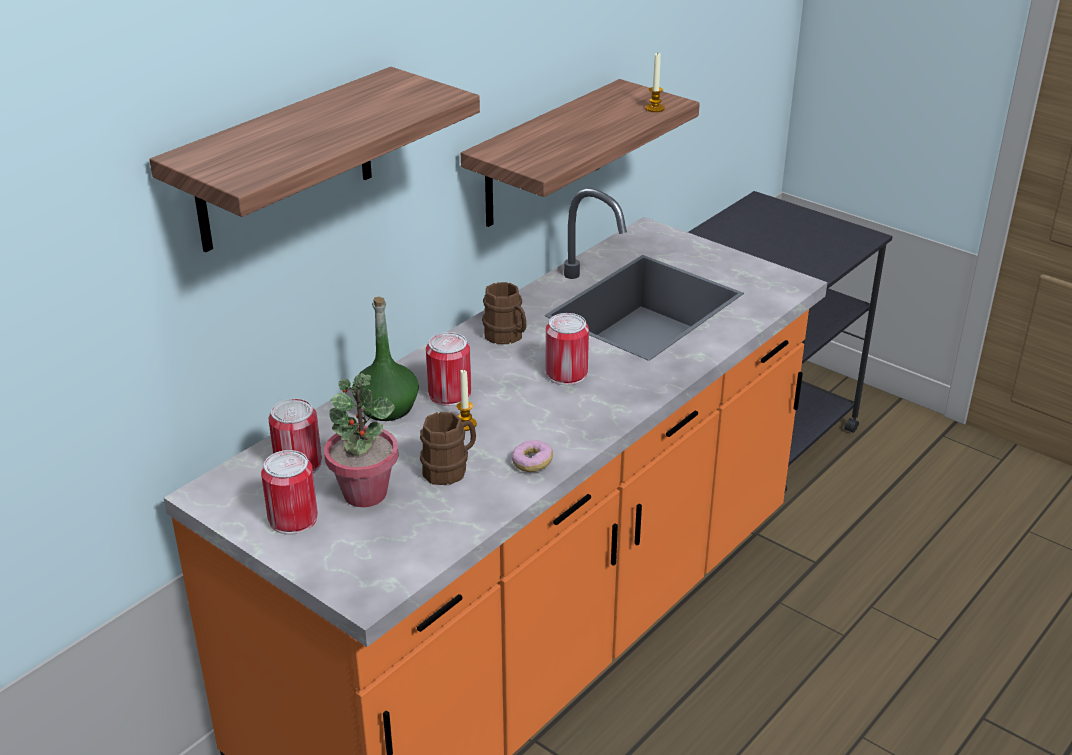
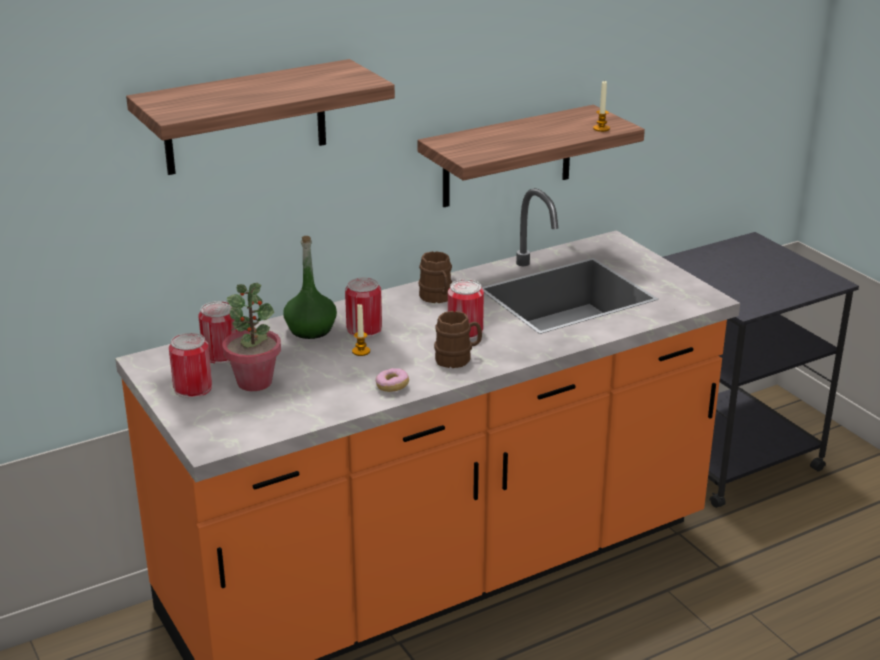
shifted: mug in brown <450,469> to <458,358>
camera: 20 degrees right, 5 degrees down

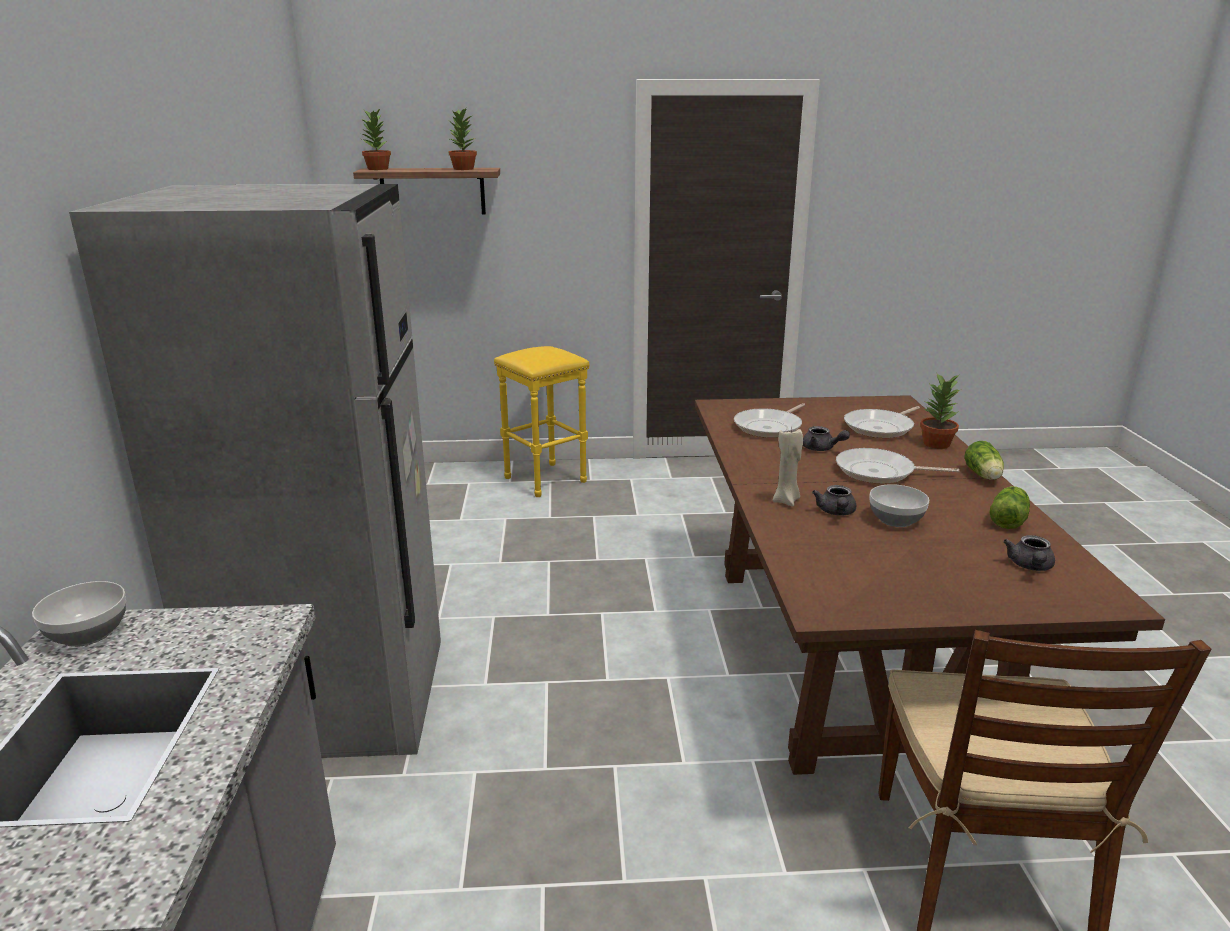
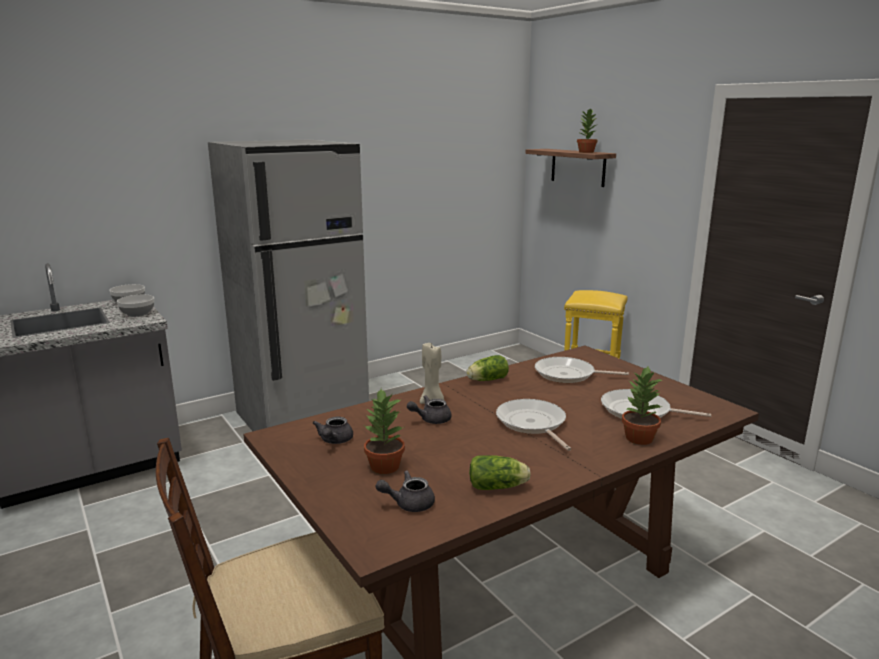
shifted: potted plant <378,169> to <384,467>; teapot in grey <821,449> to <334,441>; lettuce <983,476> to <486,380>; bowl <895,520> to <137,314>
camera: 60 degrees right, 5 degrees down

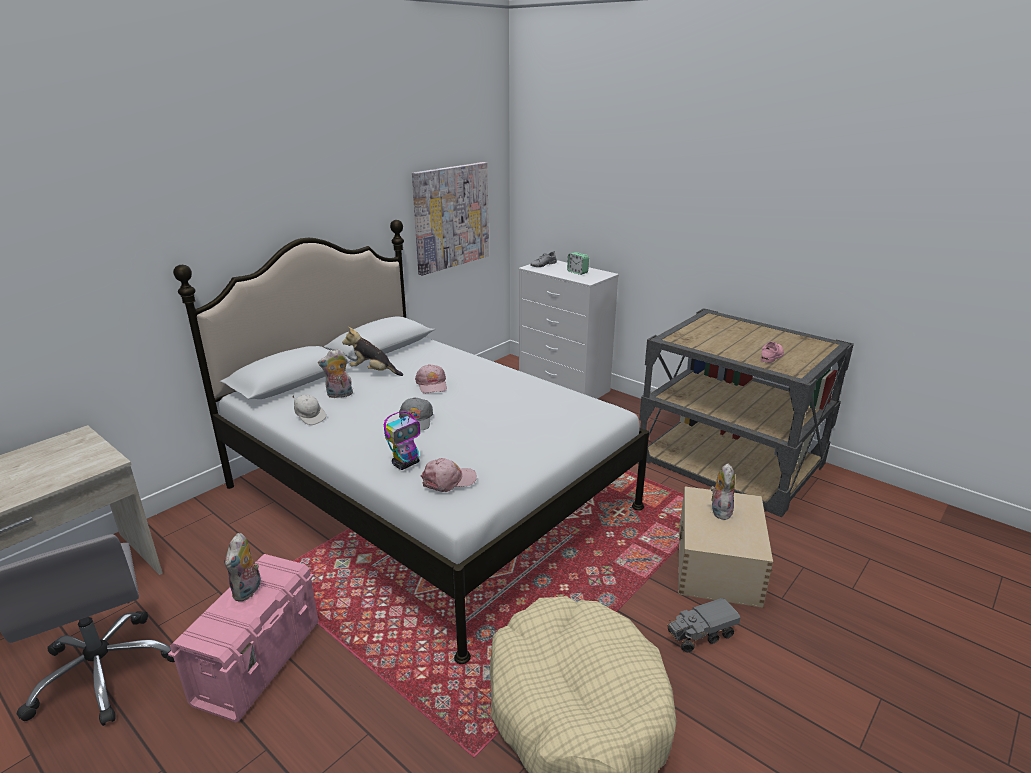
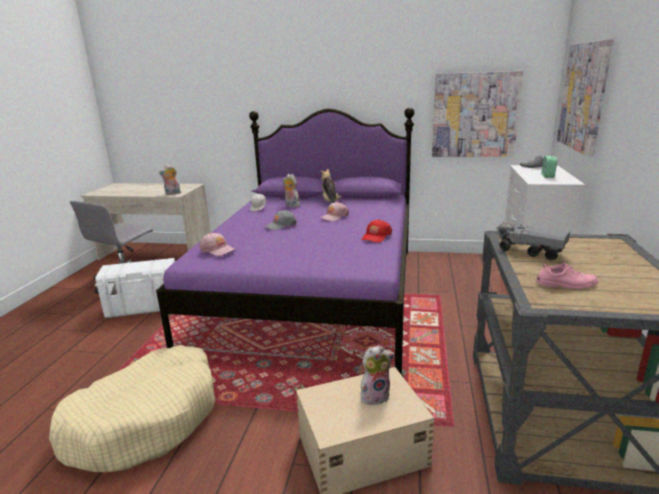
gone: toy robot <406,463>
new: picture <584,96>; cap in red <376,236>
shifted: plush toy <248,591> to <172,193>; toy truck <700,635> to <530,251>
repainted: bed in white <429,497> to bed in purple <313,295>; storage box in pink <259,662> to storage box in white <145,307>
camera: 60 degrees right, 5 degrees down

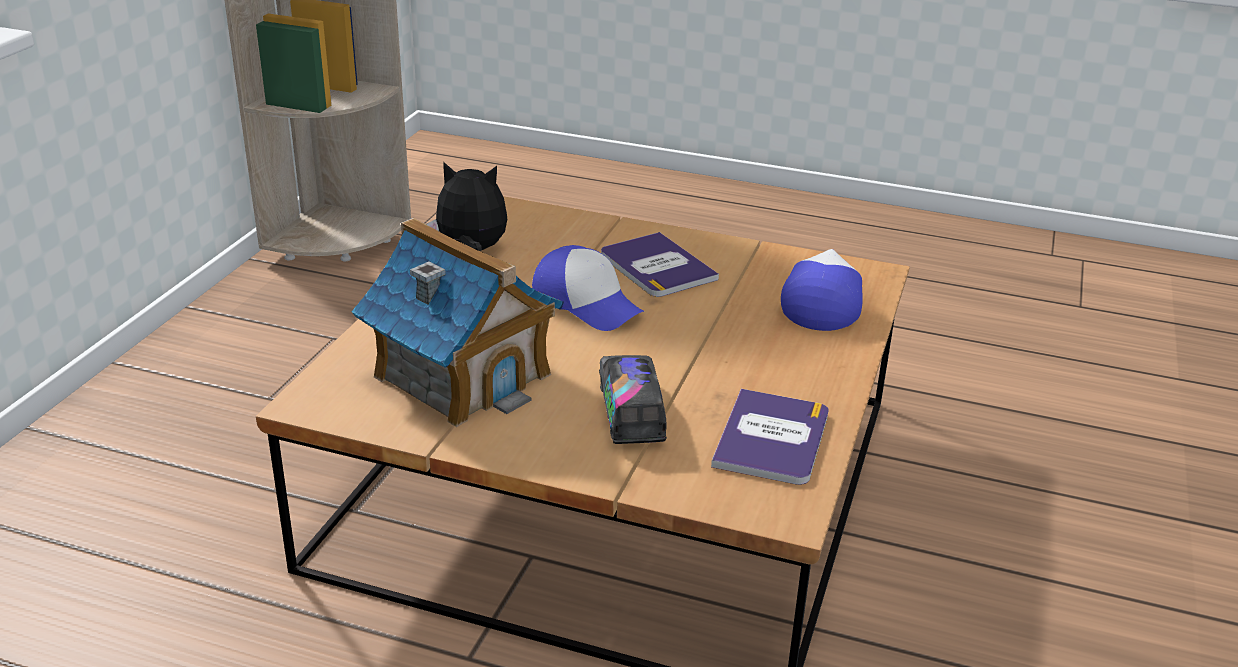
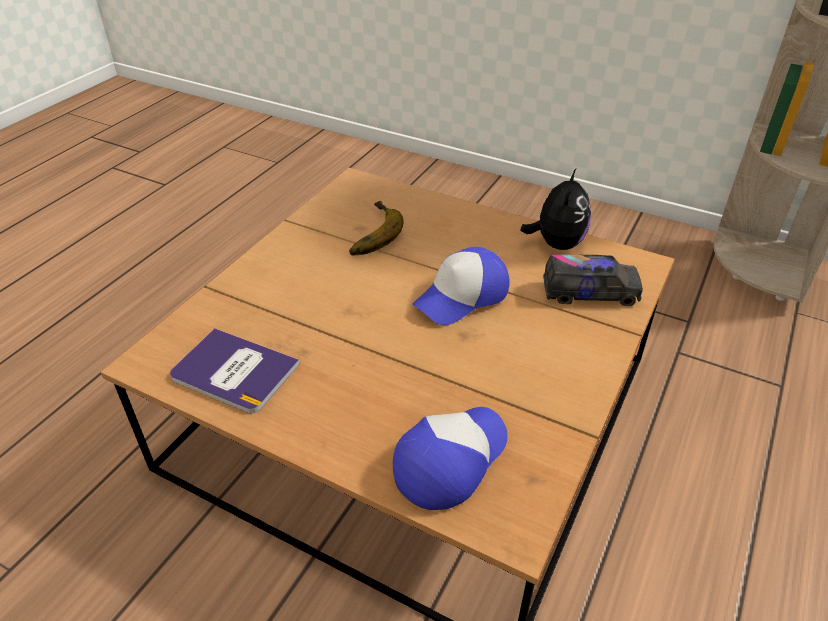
gone: book <657,267>
shifted: toy truck <631,412> to <589,293>
swapped: toy house <462,375> to banana <369,234>
rotated: cap <822,301> = <450,459> 75 degrees counterclockwise
camera: 100 degrees right, 10 degrees up

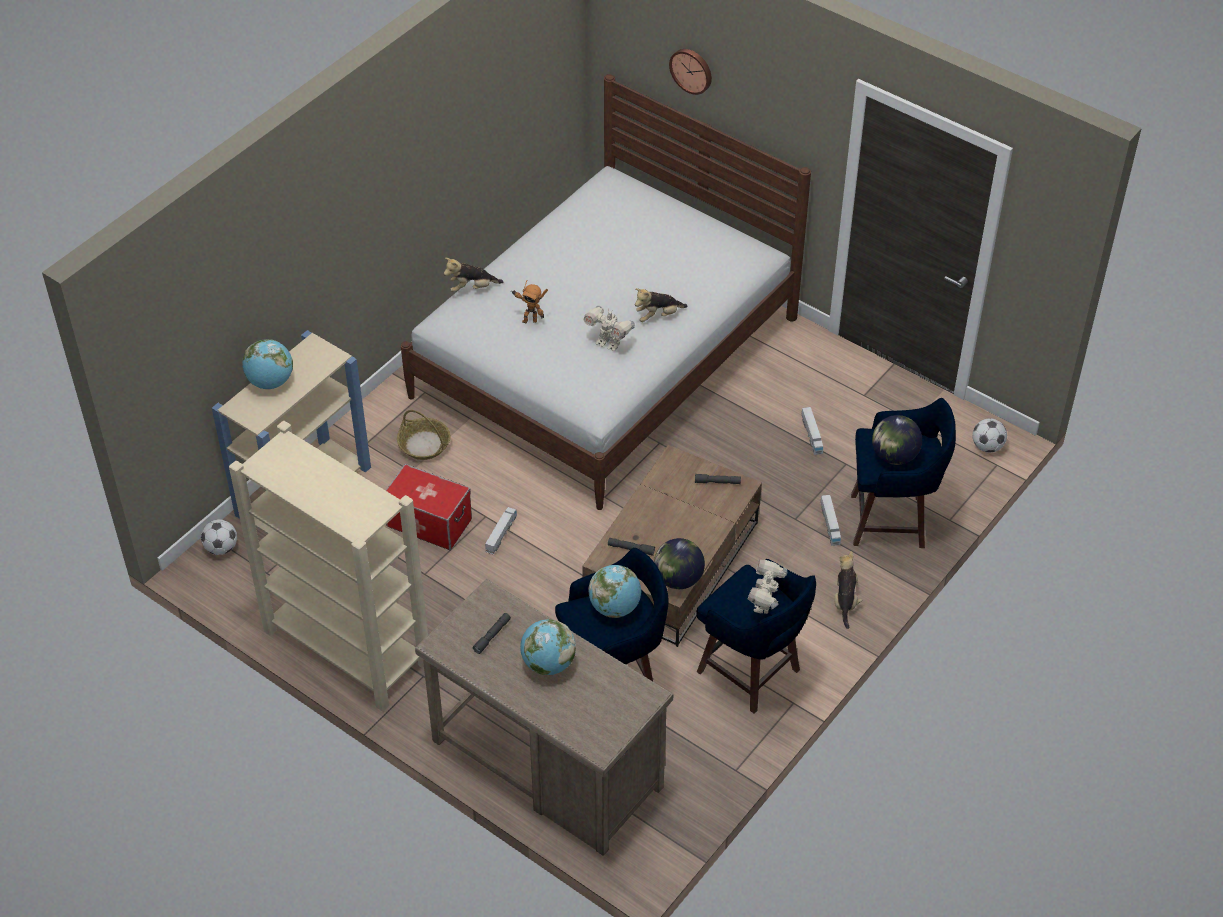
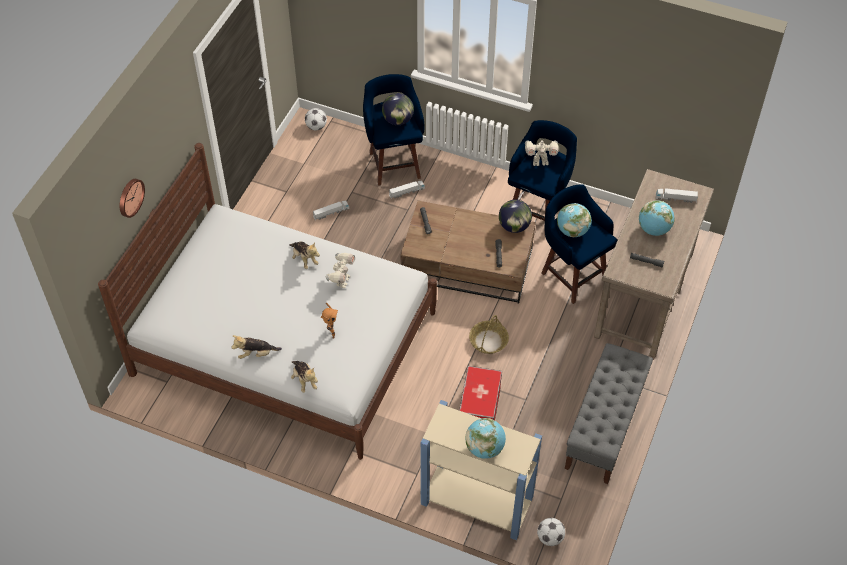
shifted: basket <424,444> to <488,341>; toy truck <501,534> to <675,198>; plush toy <845,601> to <256,354>
swapped: bookcase in beige <346,647> to bench in grey <604,427>
camera: 105 degrees left, 5 degrees up

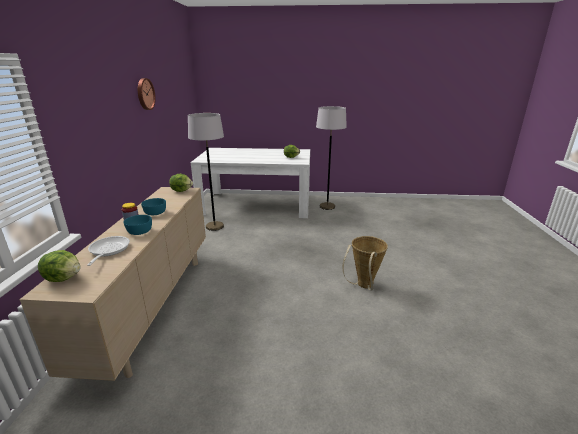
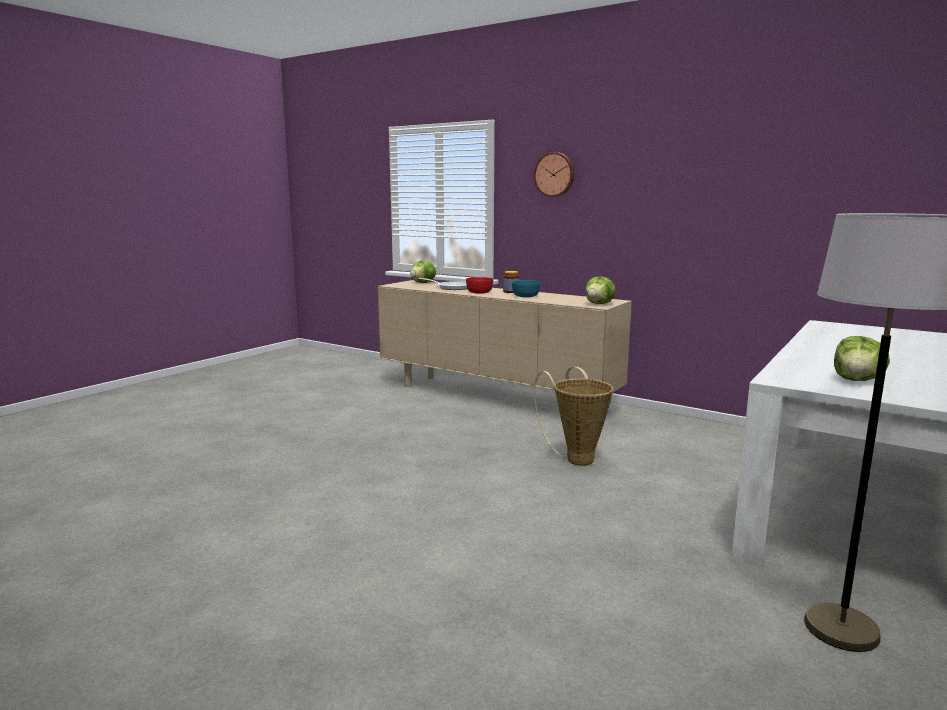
gone: floor lamp in grey <214,226>
shifted: wall clock <145,94> to <554,174>; basket <363,286> to <576,458>
repainted: bowl in turquoise <140,231> to bowl in red <479,292>
camera: 120 degrees right, 10 degrees down

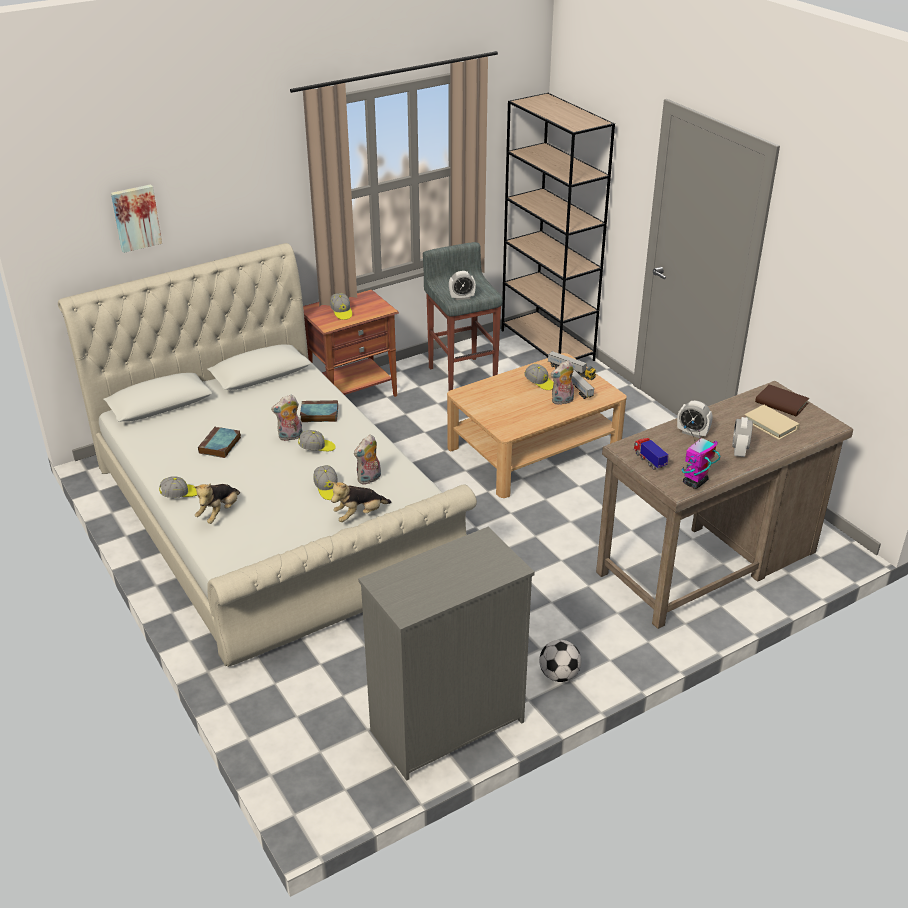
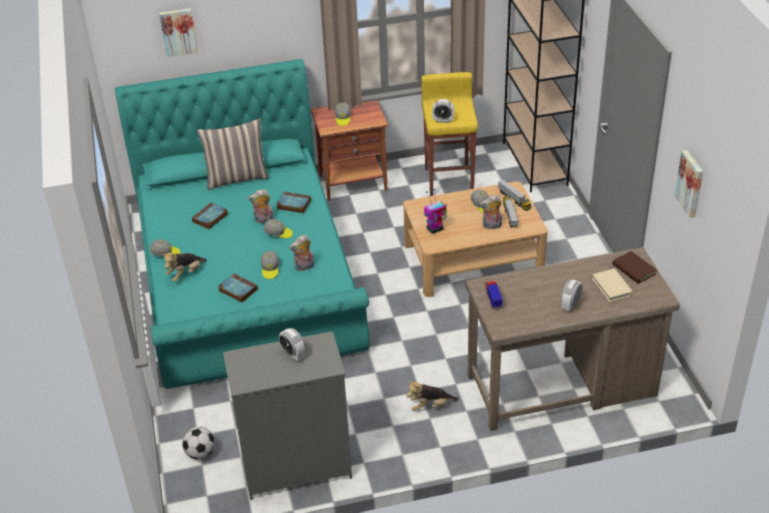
new: pillow <237,178>; picture <691,183>; book <237,290>
shifted: alarm clock <692,433> to <293,354>; toy robot <695,482> to <434,229>; plush toy <359,515> to <430,406>; football <559,675> to <200,453>
repainted: stool in grey <463,375> to stool in yellow <449,180>; bed in beige <271,515> to bed in turquoise <246,276>
camera: 20 degrees right, 5 degrees up

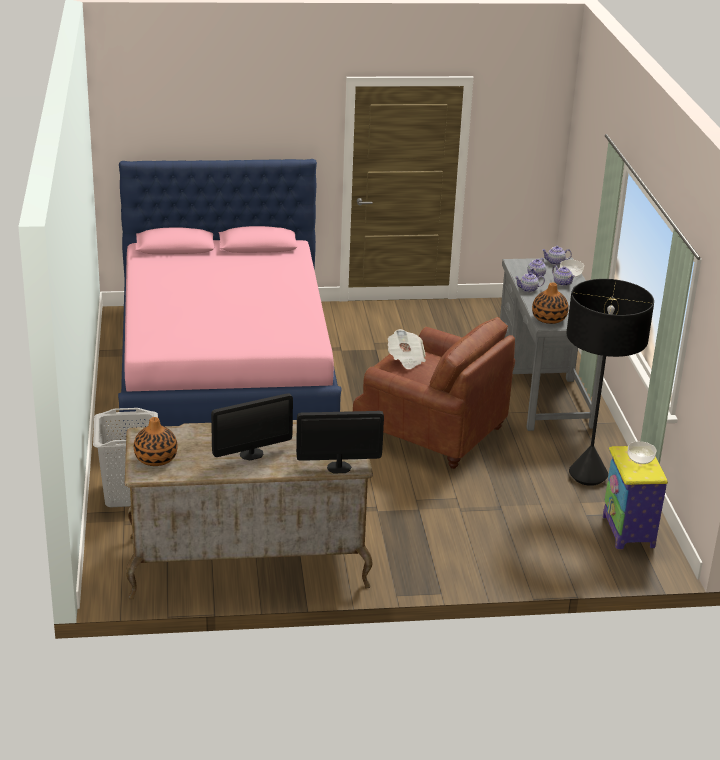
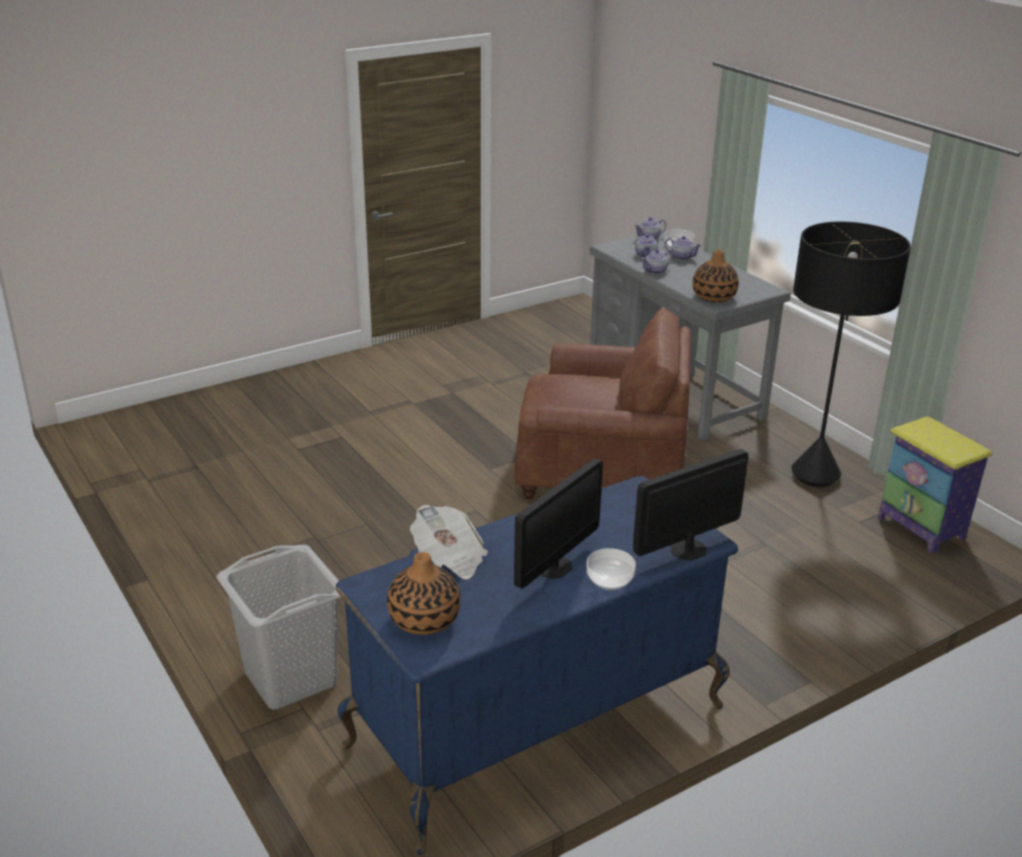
gone: bed in pink <225,368>
shifted: newspaper <406,359> to <449,558>; bowl <640,458> to <609,579>
repainted: dresser in beige <248,561> to dresser in blue <536,724>
camera: 25 degrees left, 0 degrees up

